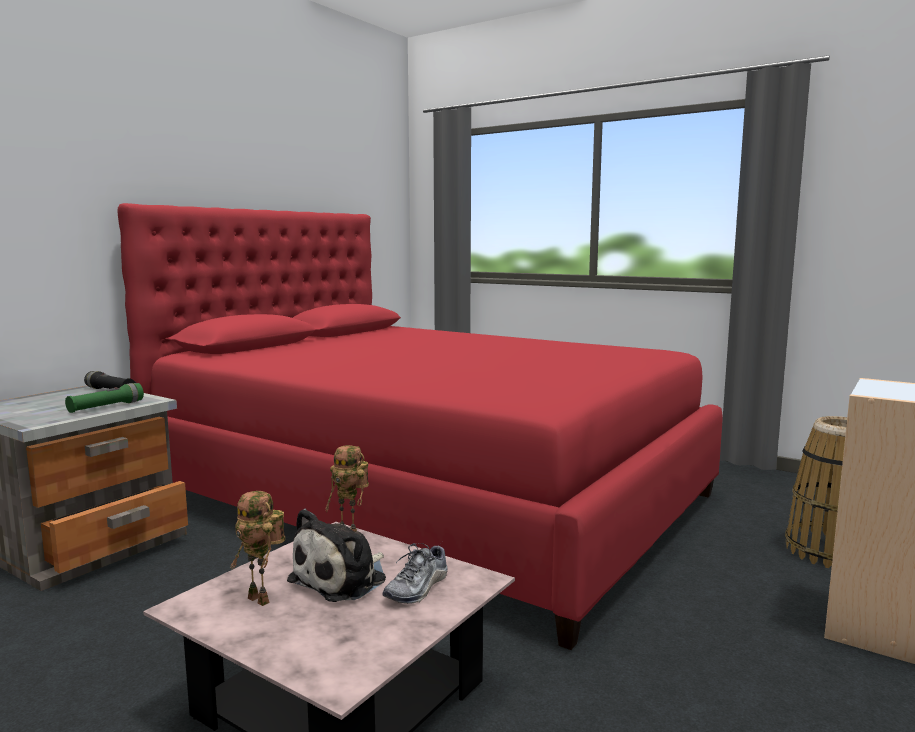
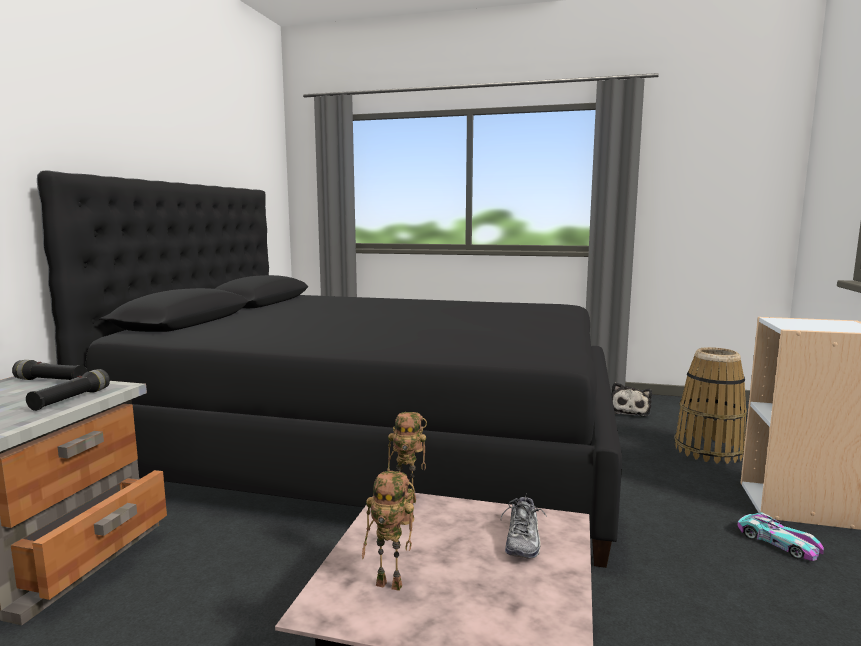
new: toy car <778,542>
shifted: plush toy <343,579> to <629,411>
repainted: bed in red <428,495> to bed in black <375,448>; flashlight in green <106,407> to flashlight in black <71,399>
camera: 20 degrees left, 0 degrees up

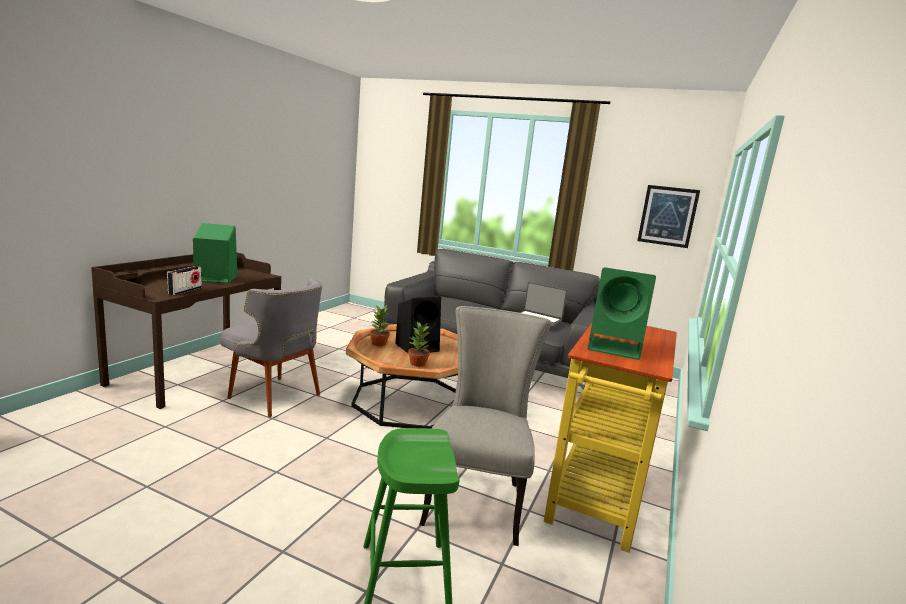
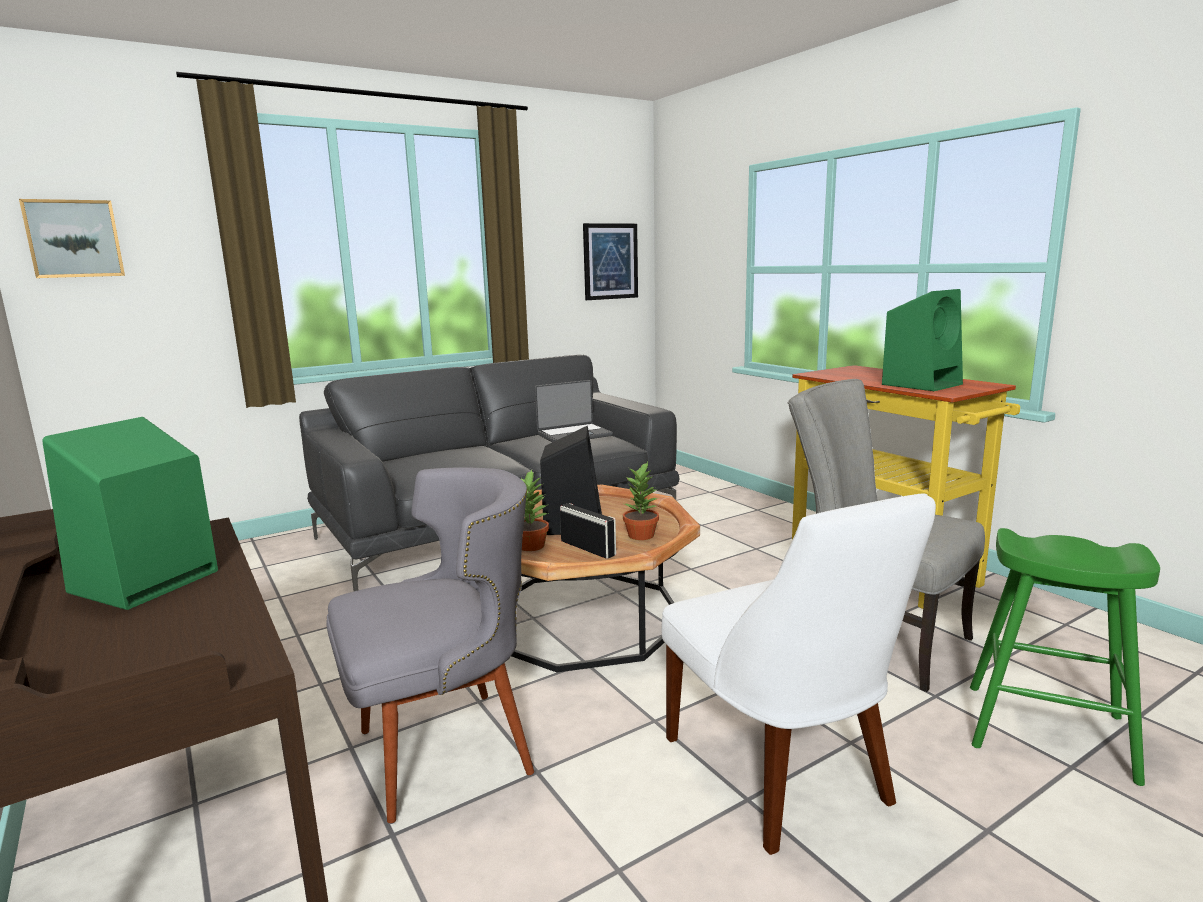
new: picture <74,239>; chair in white <781,775>
shifted: radio <185,291> to <588,548>
camera: 55 degrees left, 0 degrees up

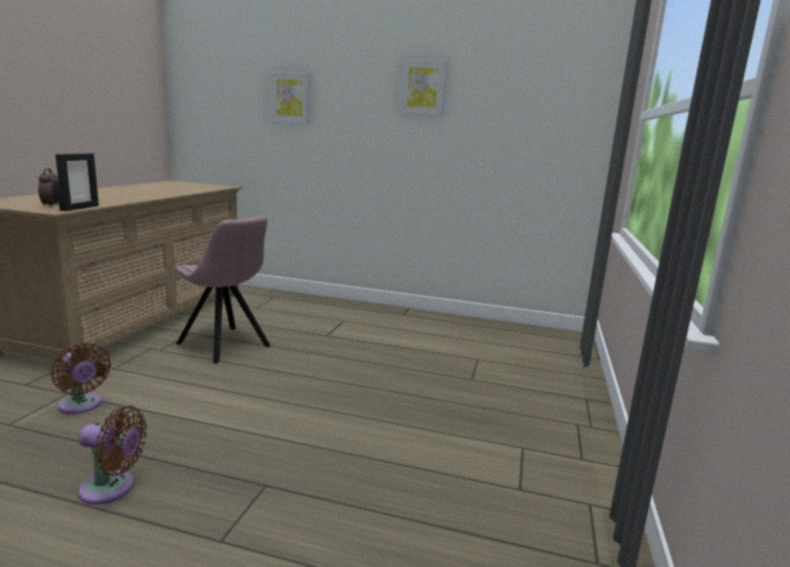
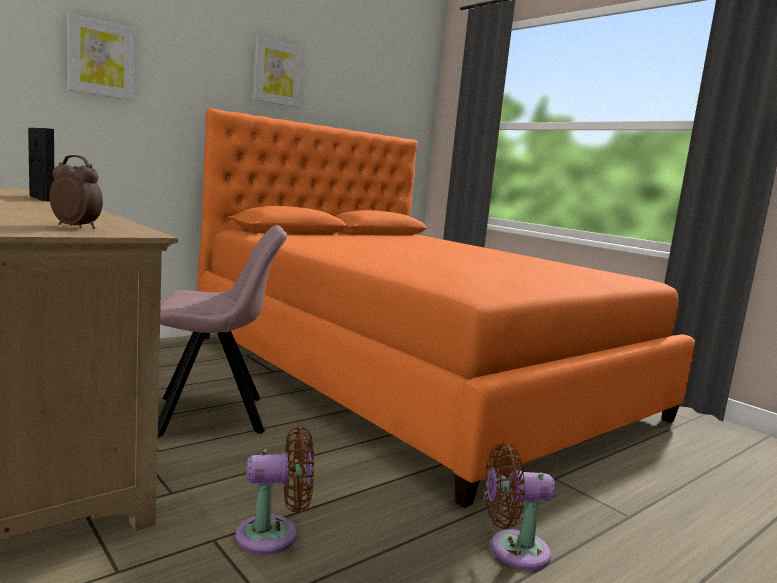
new: bed in orange <413,374>
shifted: picture frame <80,208> to <40,198>
rotated: fan in brown <112,489> = <512,550> 135 degrees counterclockwise
camera: 55 degrees left, 5 degrees down

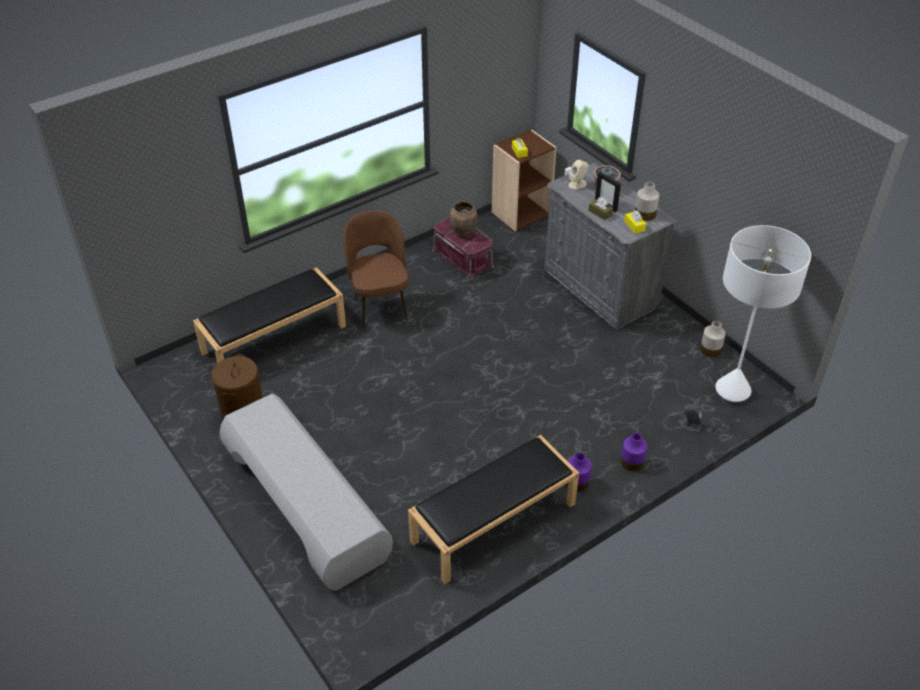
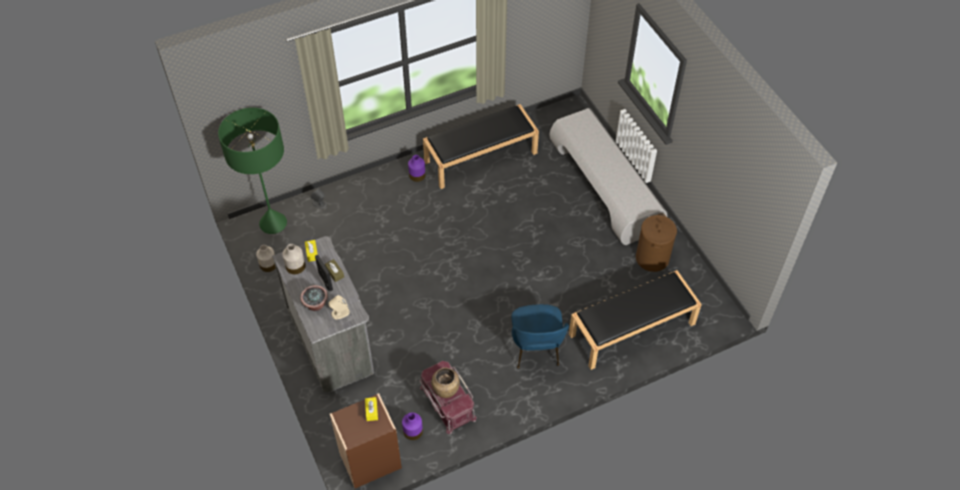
shifted: vase in purple <632,462> to <412,431>
repainted: chair in brown <380,305> to chair in blue <536,353>; floor lamp in white <732,392> to floor lamp in green <273,225>
camera: 170 degrees left, 10 degrees up

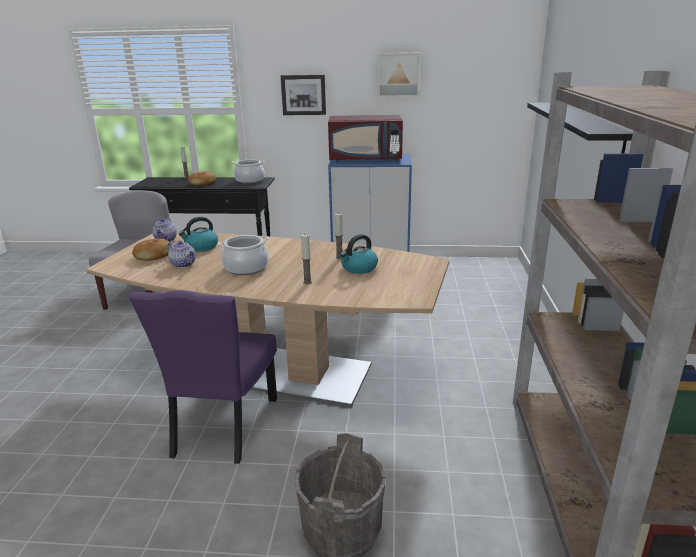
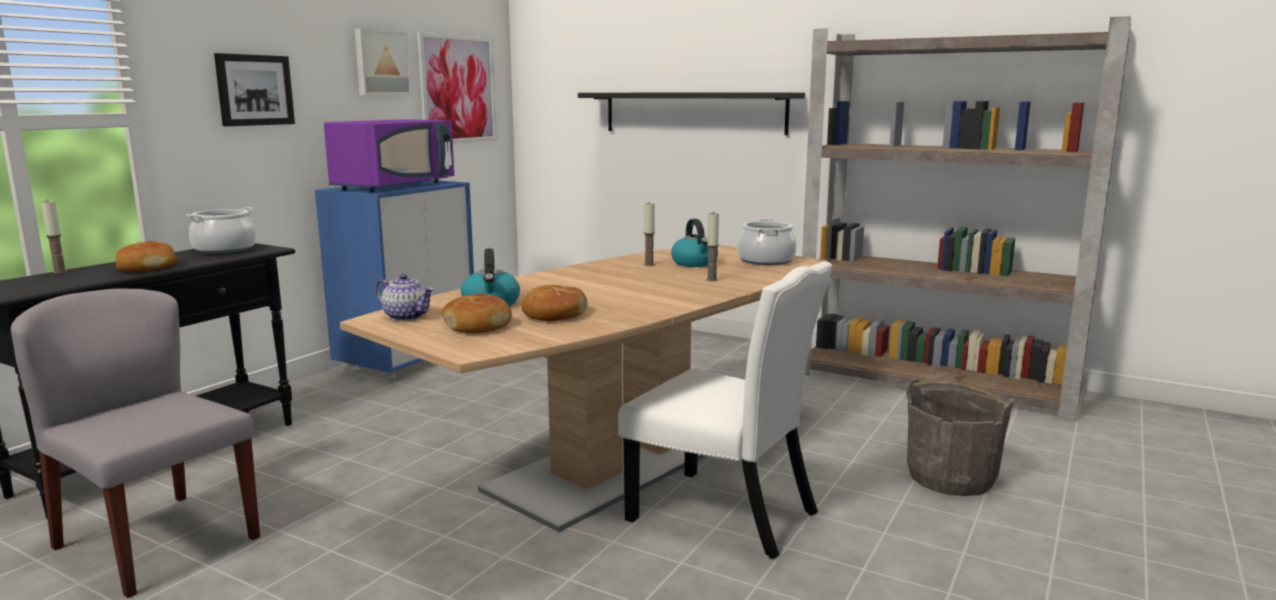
new: picture <458,89>
shifted: cooking pot <246,268> to <765,261>
swapped: teapot <183,264> to bread <554,315>
repainted: microwave in red <365,159> to microwave in purple <394,186>; chair in purple <224,424> to chair in white <721,513>
camera: 65 degrees left, 10 degrees down

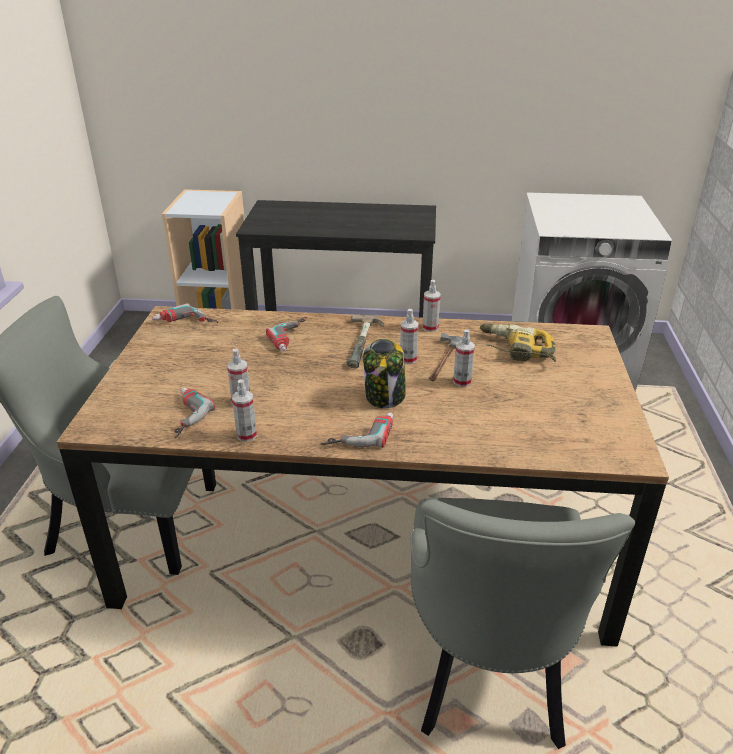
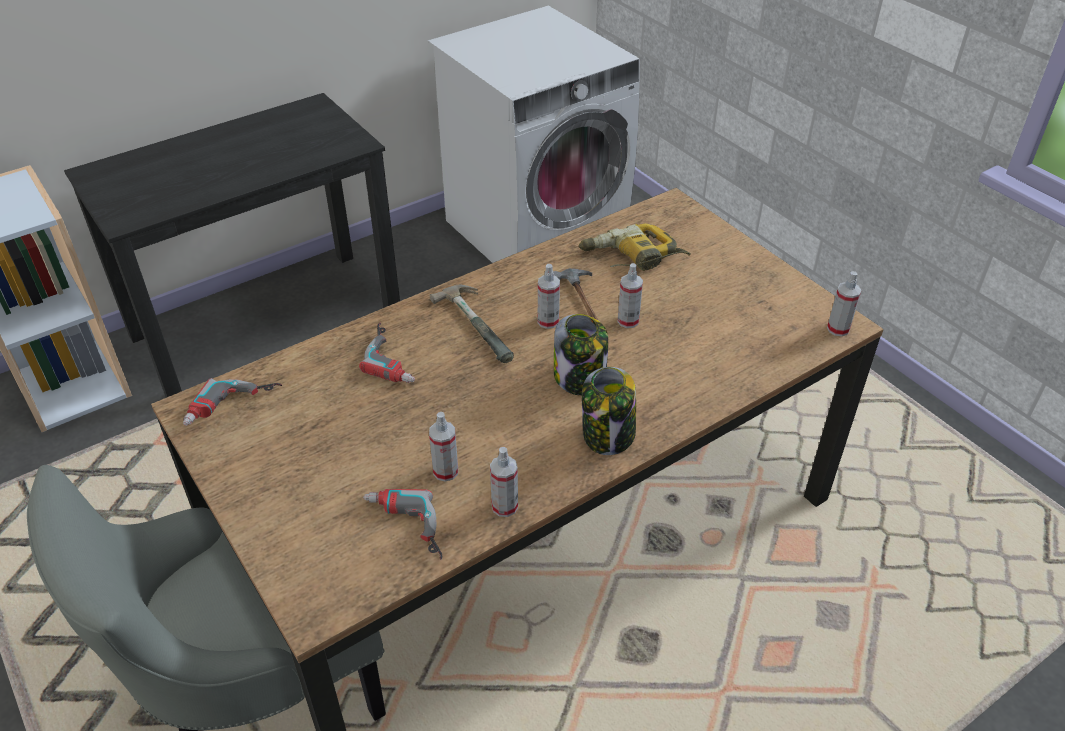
gone: chair in grey <488,659>
shifted: spray bottle <430,328> to <838,329>
swapped: power drill <359,433> to jar <608,435>
camera: 40 degrees left, 10 degrees up

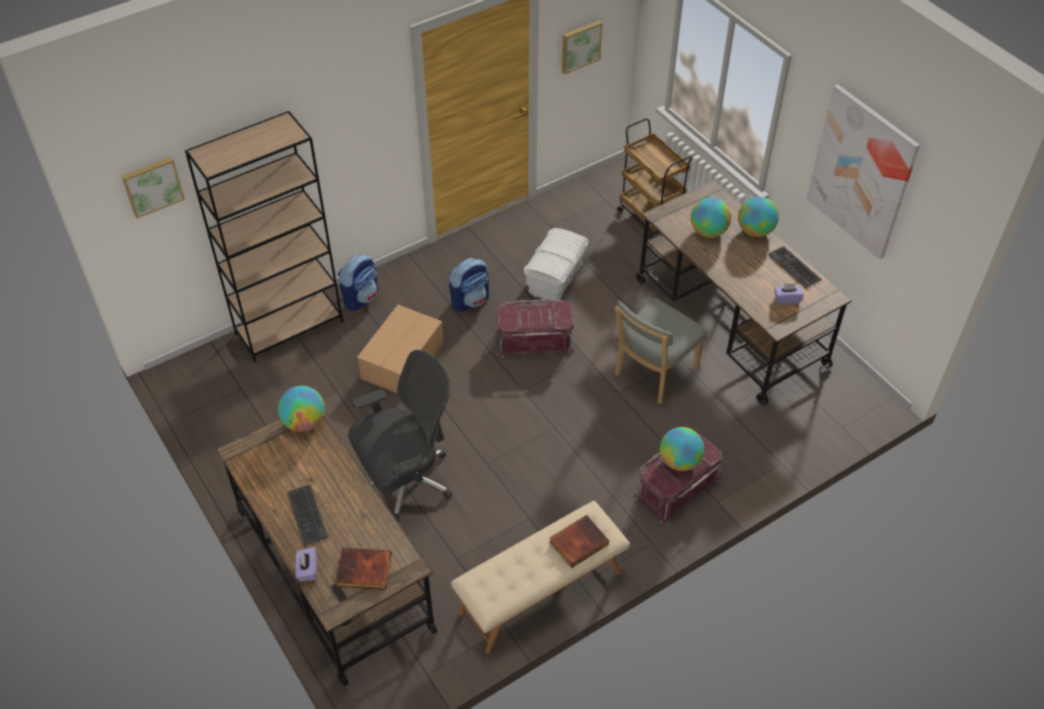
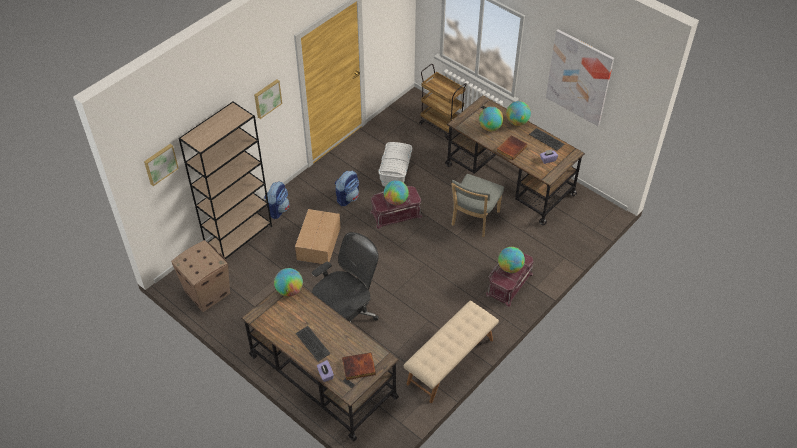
new: globe <396,201>; cardboard box <207,292>
shifted: picture <580,46> to <267,98>; book <578,542> to <511,148>
camera: 15 degrees left, 0 degrees up

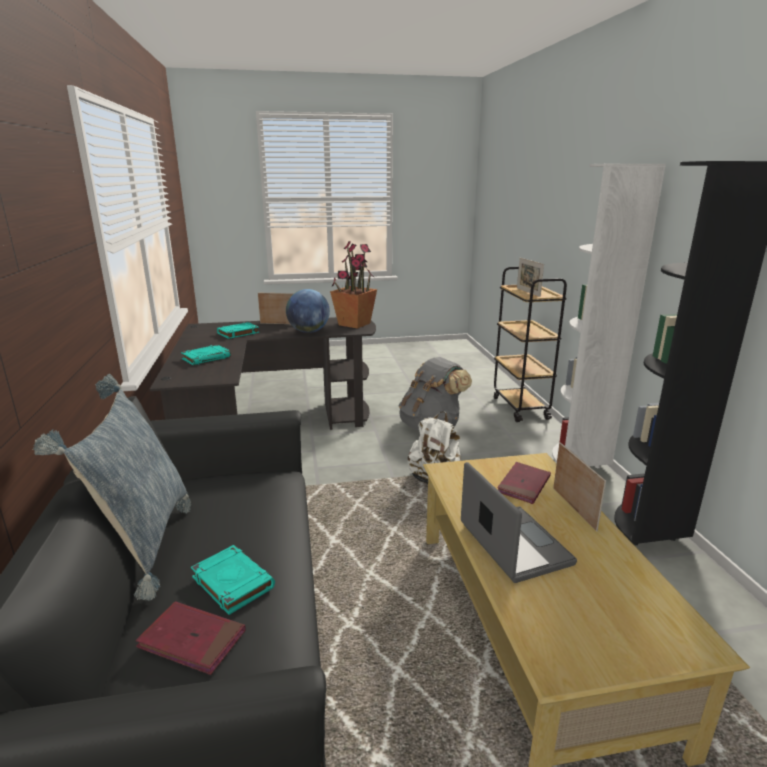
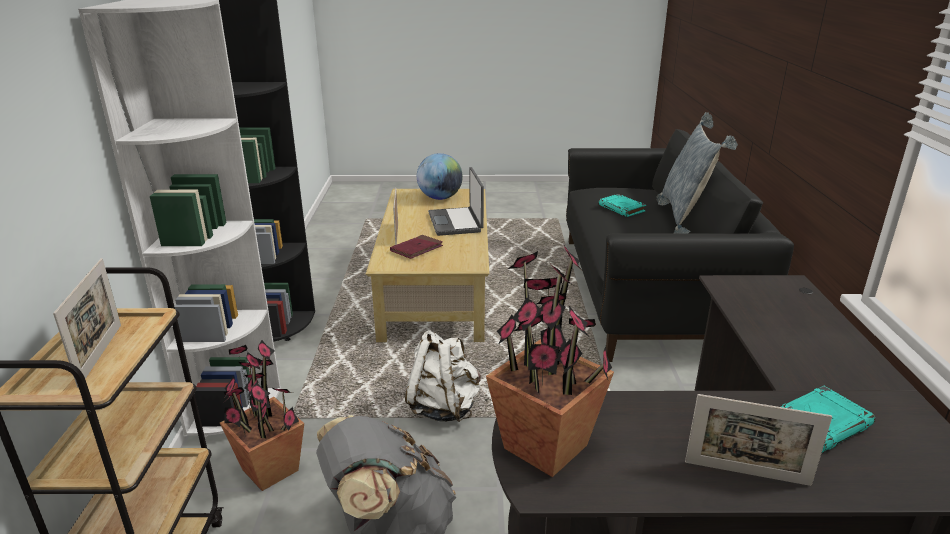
gone: book in turquoise <206,358>; book in red <192,640>
new: potted plant <269,470>
shifted: globe <308,332> to <440,198>
camera: 170 degrees left, 5 degrees up

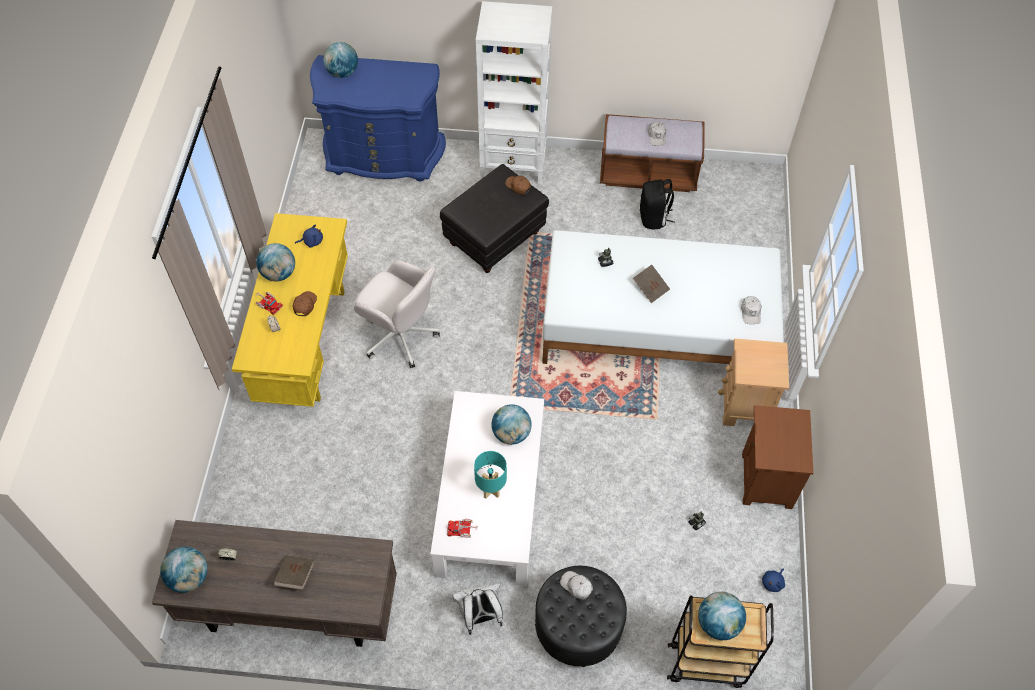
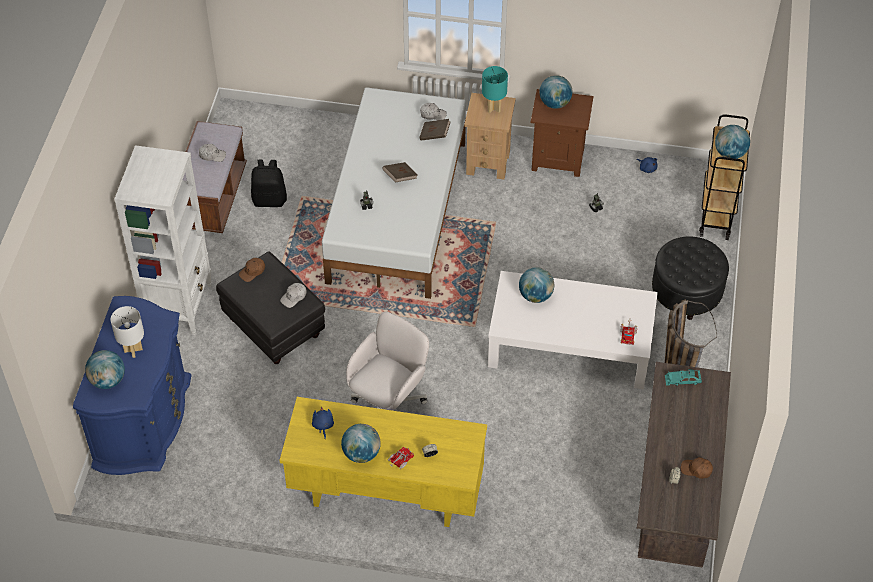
new: table lamp in white <133,350>; toy car in turquoise <682,379>
shifted: cap in brown <304,305> to <696,470>; table lamp in turquoise <491,491> to <493,108>; globe <189,578> to <555,103>; book in brown <295,576> to <434,135>; cap in white <576,586> to <294,297>
swapped: backpack in white <480,616> to basket <678,358>
camera: 85 degrees left, 5 degrees down

